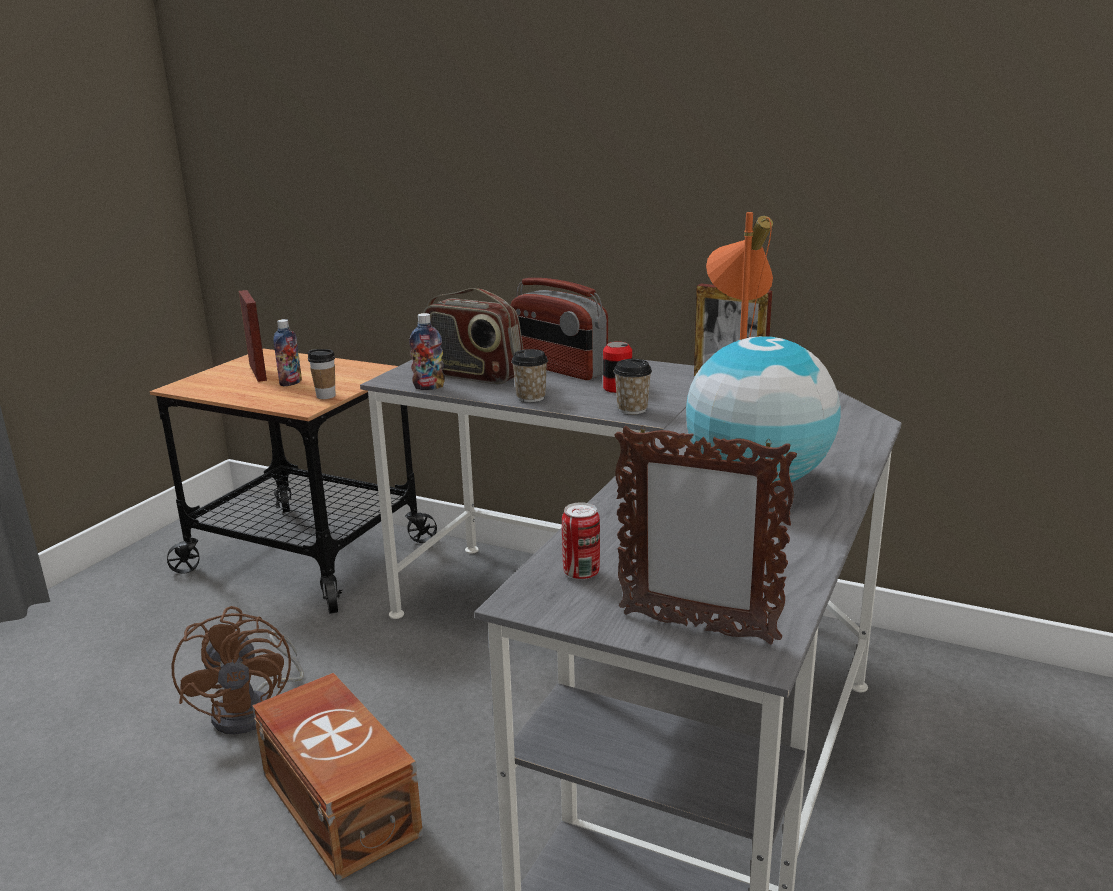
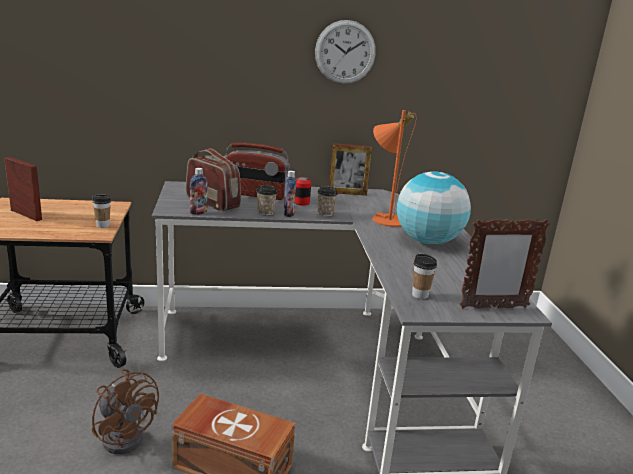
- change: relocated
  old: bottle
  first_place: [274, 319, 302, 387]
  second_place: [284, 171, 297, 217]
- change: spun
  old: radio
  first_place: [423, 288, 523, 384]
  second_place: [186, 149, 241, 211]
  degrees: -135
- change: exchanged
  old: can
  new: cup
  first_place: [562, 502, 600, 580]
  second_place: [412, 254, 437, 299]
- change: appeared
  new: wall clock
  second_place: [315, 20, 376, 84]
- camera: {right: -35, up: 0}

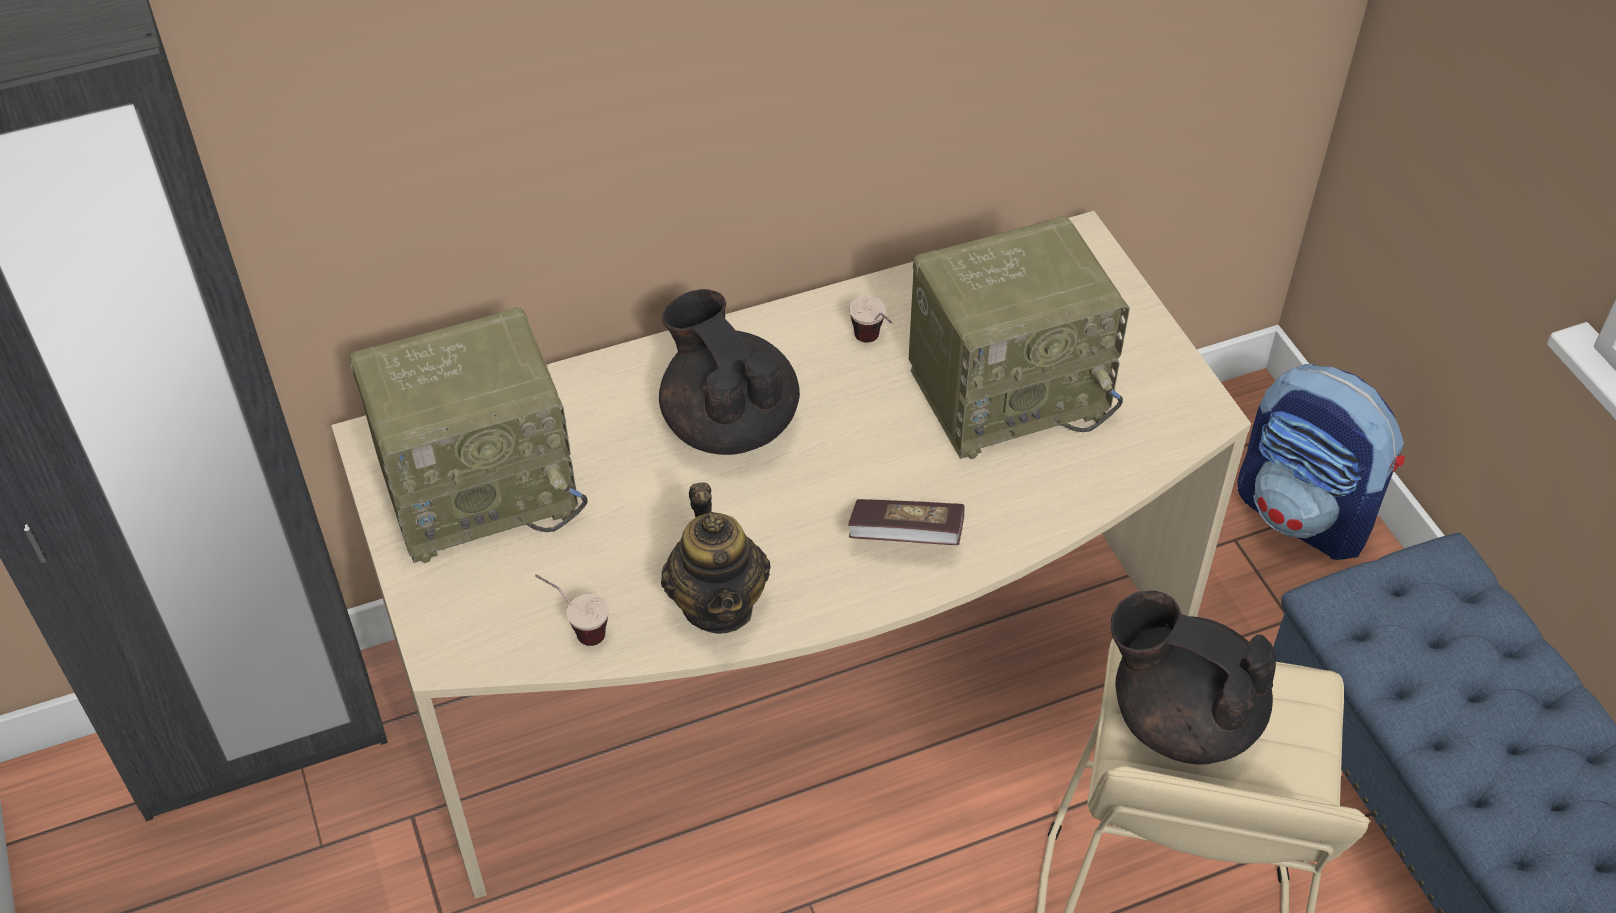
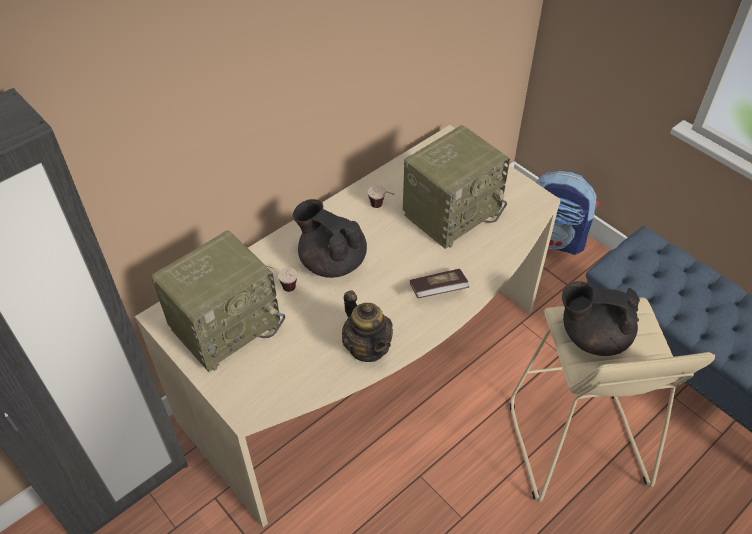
- change: relocated
  old: cup
  first_place: [535, 575, 609, 646]
  second_place: [267, 266, 297, 292]
- camera: {right: -20, up: 0}

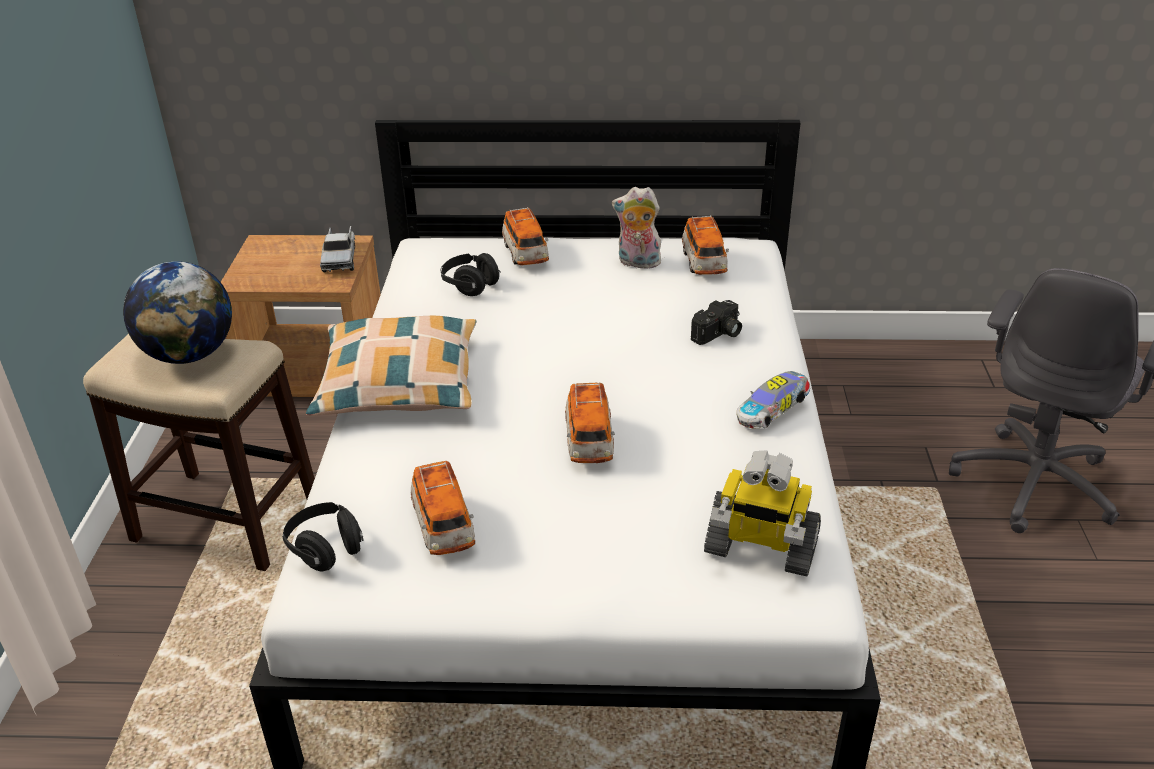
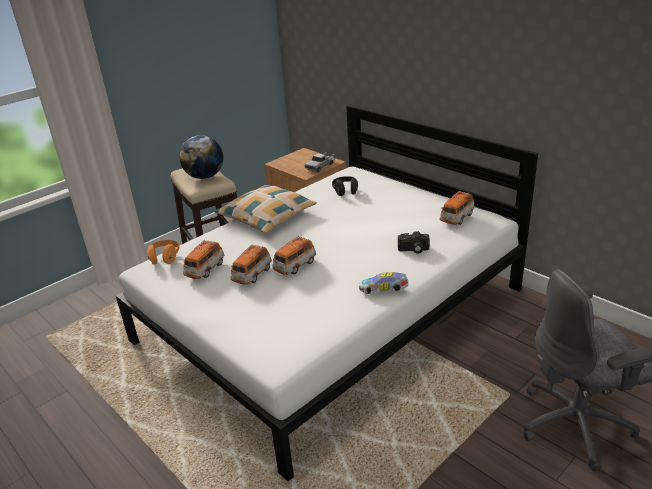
- change: colour
  old: black headphones
  new: orange headphones
  first_place: [282, 502, 364, 571]
  second_place: [148, 240, 179, 265]
- change: relocated
  old: toy car
  first_place: [502, 207, 549, 266]
  second_place: [231, 245, 271, 284]
- change: missing
  old: plush toy
  first_place: [612, 187, 661, 271]
- change: missing
  old: toy robot
  first_place: [704, 450, 821, 577]
- camera: {right: 45, up: -5}

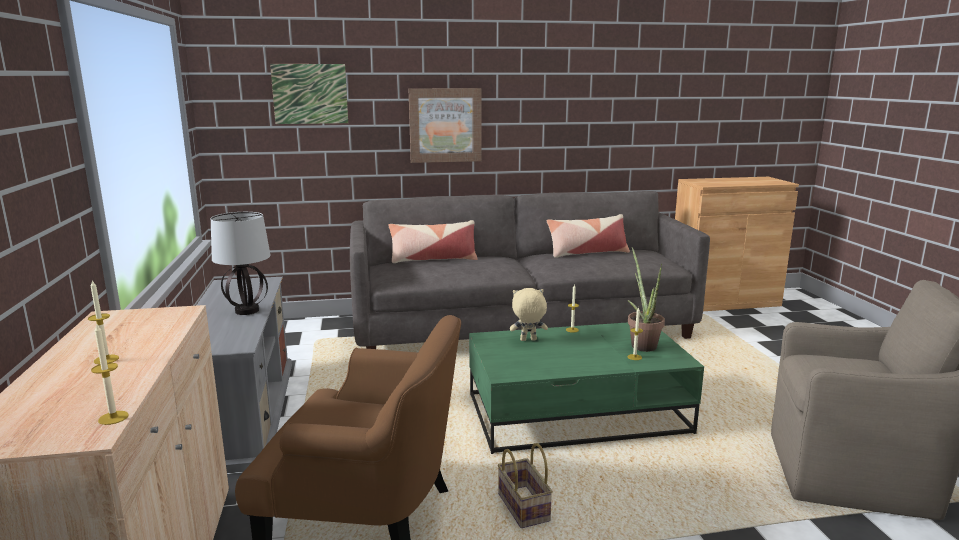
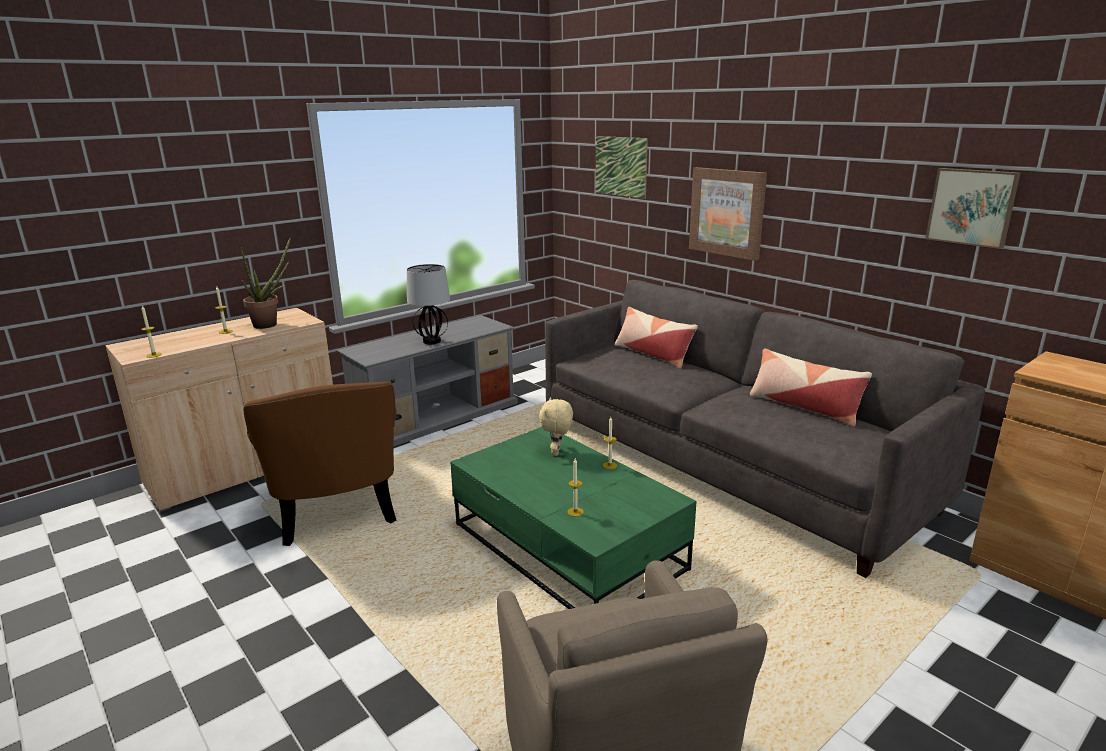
- change: missing
  old: basket
  first_place: [498, 443, 553, 528]
- change: spun
  old: beige plush toy
  first_place: [510, 288, 548, 341]
  second_place: [539, 397, 573, 456]
  degrees: -135
- change: relocated
  old: potted plant
  first_place: [627, 247, 665, 352]
  second_place: [241, 237, 291, 329]
- change: appeared
  new: picture
  second_place: [925, 168, 1020, 249]
- camera: {right: 60, up: 5}

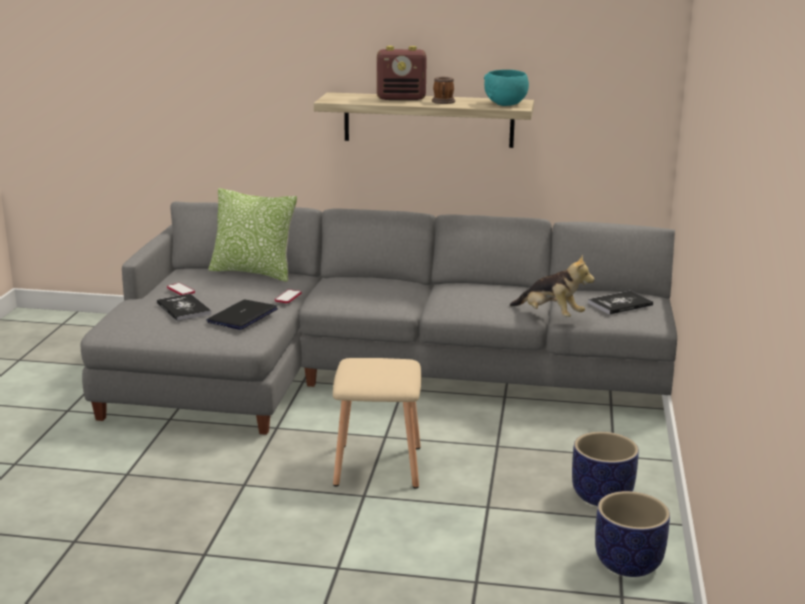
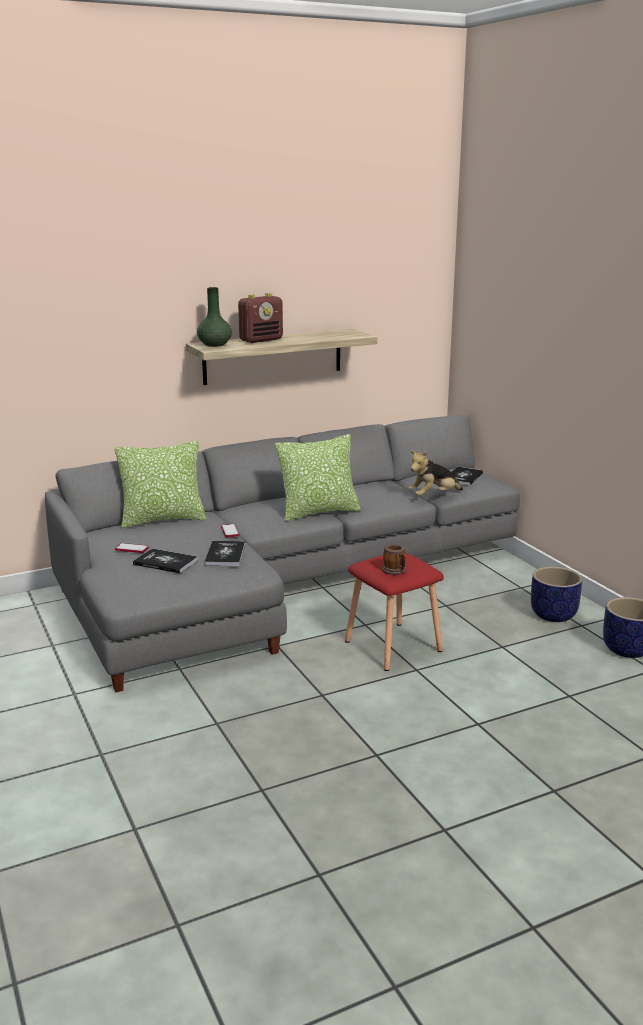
- change: exchanged
  old: laptop
  new: book
  first_place: [206, 299, 278, 330]
  second_place: [204, 541, 245, 566]
- change: colour
  old: beige stool
  new: red stool
  first_place: [333, 358, 422, 488]
  second_place: [345, 552, 444, 671]
- change: relocated
  old: mug
  first_place: [432, 77, 455, 104]
  second_place: [382, 544, 406, 575]
- change: missing
  old: turquoise bowl
  first_place: [483, 70, 529, 106]
- change: spun
  old: plush toy
  first_place: [510, 255, 595, 317]
  second_place: [408, 450, 463, 496]
  degrees: 150
- change: appeared
  new: green vase
  second_place: [197, 287, 232, 347]
- change: appeared
  new: pillow
  second_place: [275, 434, 361, 522]
- camera: {right: -35, up: 0}

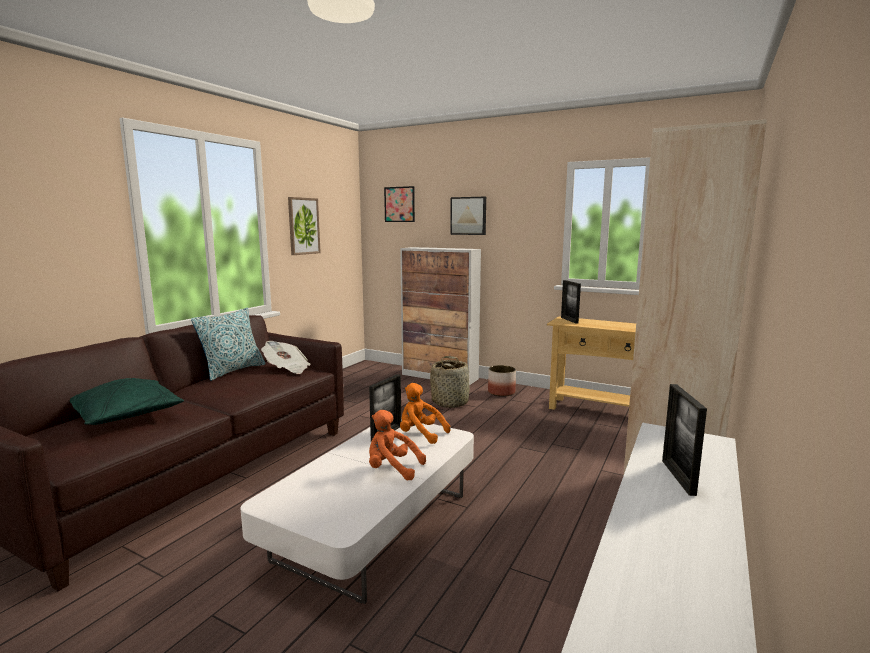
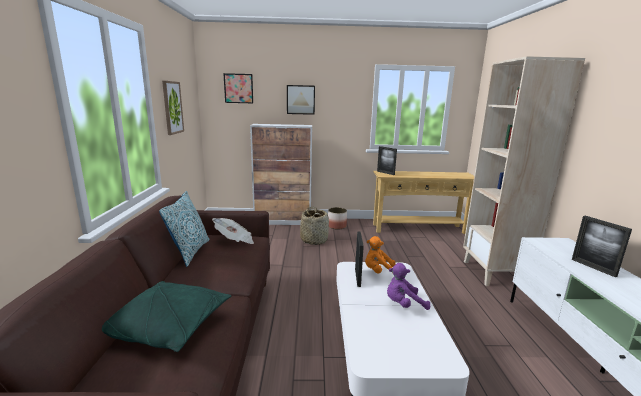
- change: colour
  old: orange plush toy
  new: purple plush toy
  first_place: [369, 410, 426, 480]
  second_place: [387, 263, 430, 310]
- camera: {right: -30, up: 5}

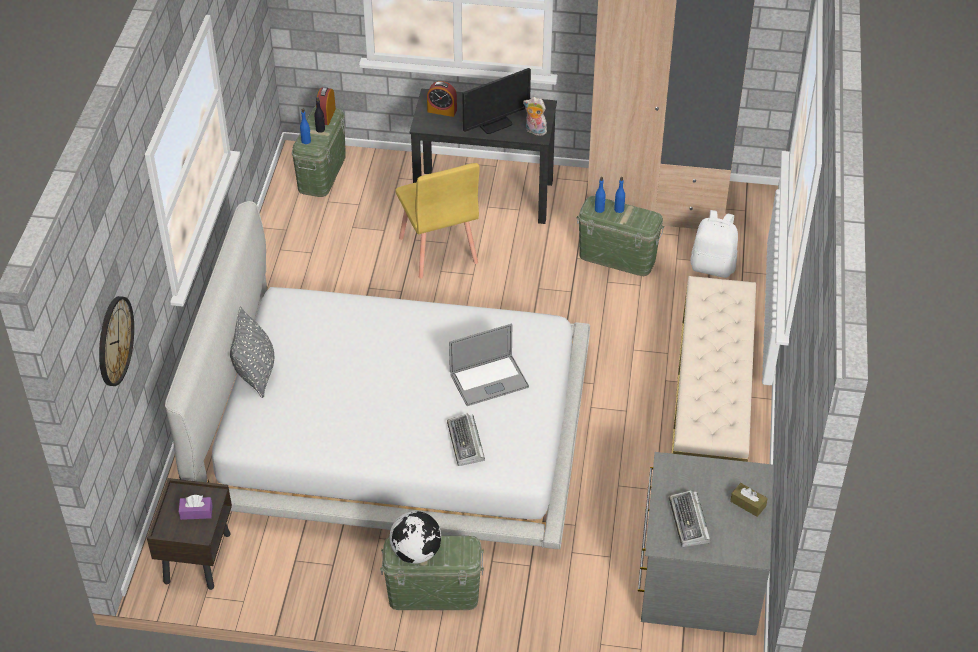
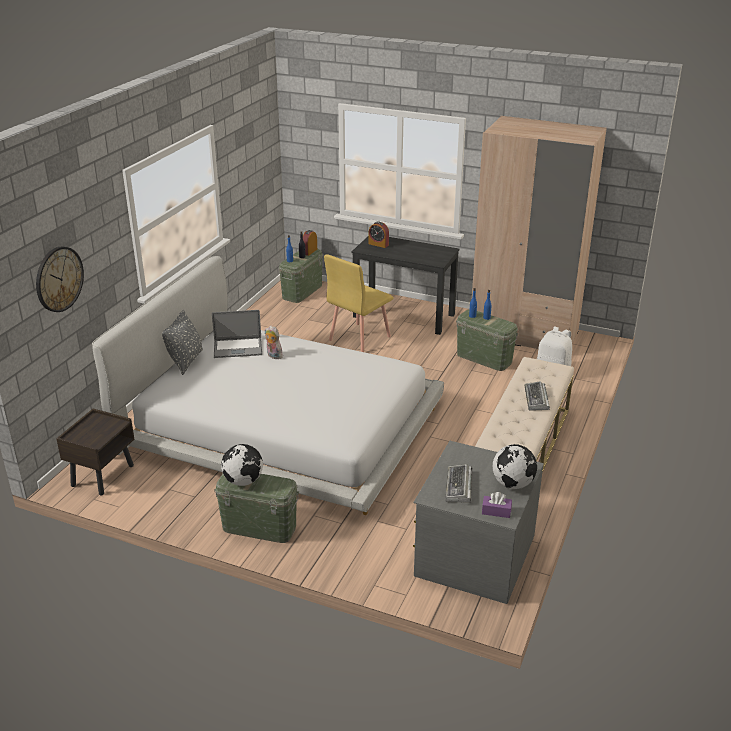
- change: relocated
  old: purple tissue box
  first_place: [179, 495, 213, 520]
  second_place: [482, 492, 512, 518]
- change: spun
  old: yellow chair
  first_place: [395, 163, 480, 279]
  second_place: [324, 254, 394, 352]
  degrees: 45
- change: relocated
  old: keyboard
  first_place: [447, 414, 485, 466]
  second_place: [525, 381, 550, 411]
- change: relocated
  old: laptop
  first_place: [449, 324, 529, 406]
  second_place: [212, 310, 262, 358]
- change: missing
  old: monitor
  first_place: [462, 68, 531, 134]
- change: relocated
  old: plush toy
  first_place: [523, 97, 547, 136]
  second_place: [265, 325, 283, 359]
- change: exchanged
  old: brown tissue box
  new: globe
  first_place: [730, 483, 768, 517]
  second_place: [492, 444, 537, 489]
- camera: {right: 15, up: -15}

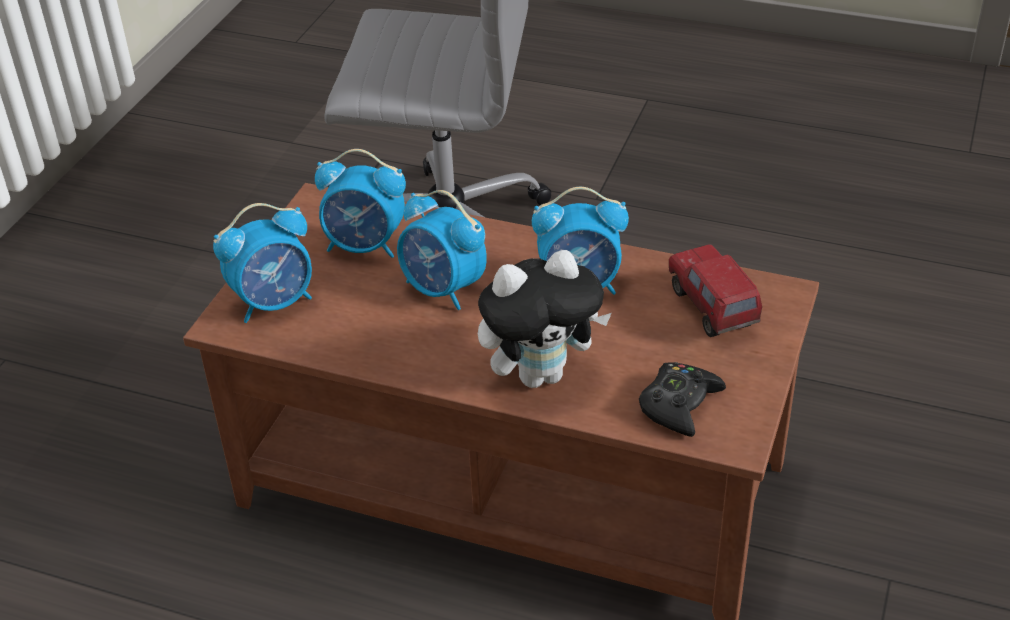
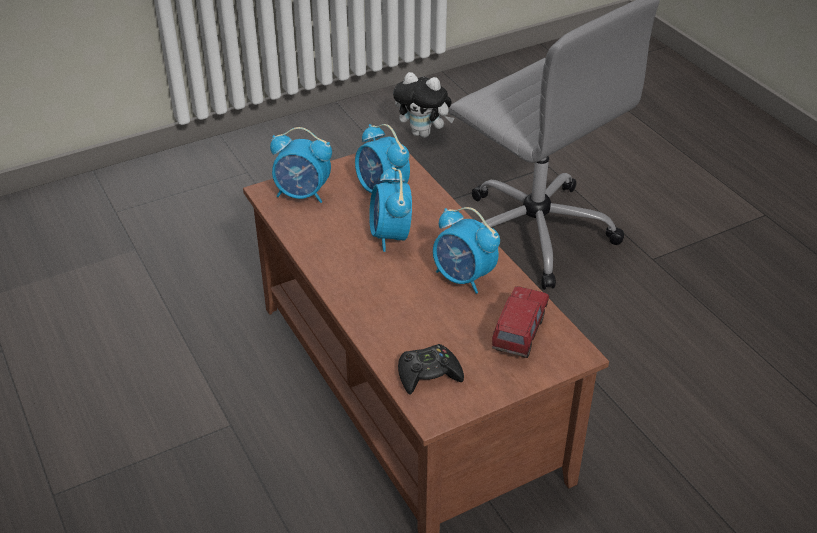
- change: relocated
  old: plush toy
  first_place: [478, 250, 611, 388]
  second_place: [393, 72, 454, 138]
- camera: {right: 40, up: 0}

